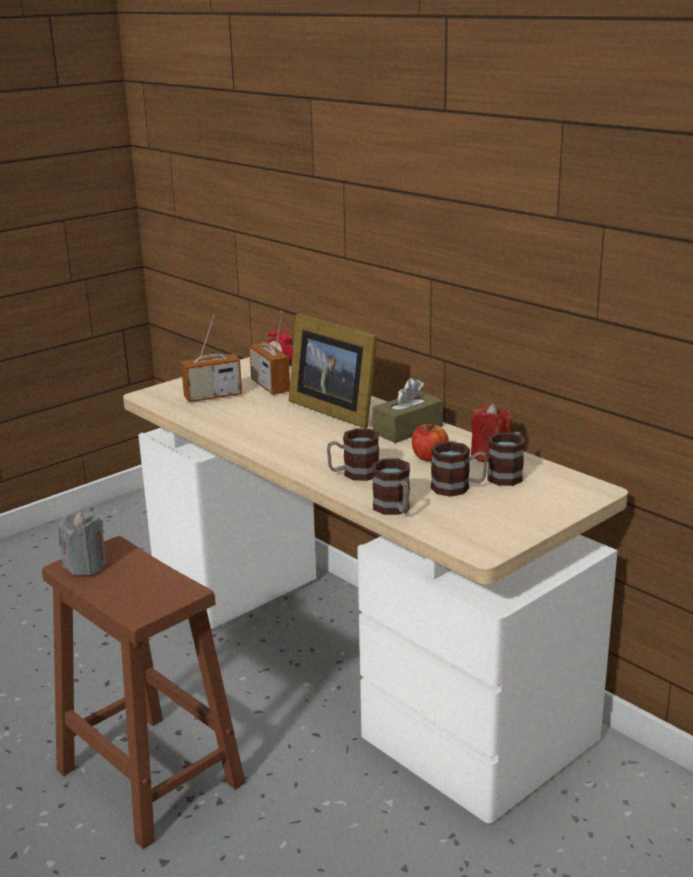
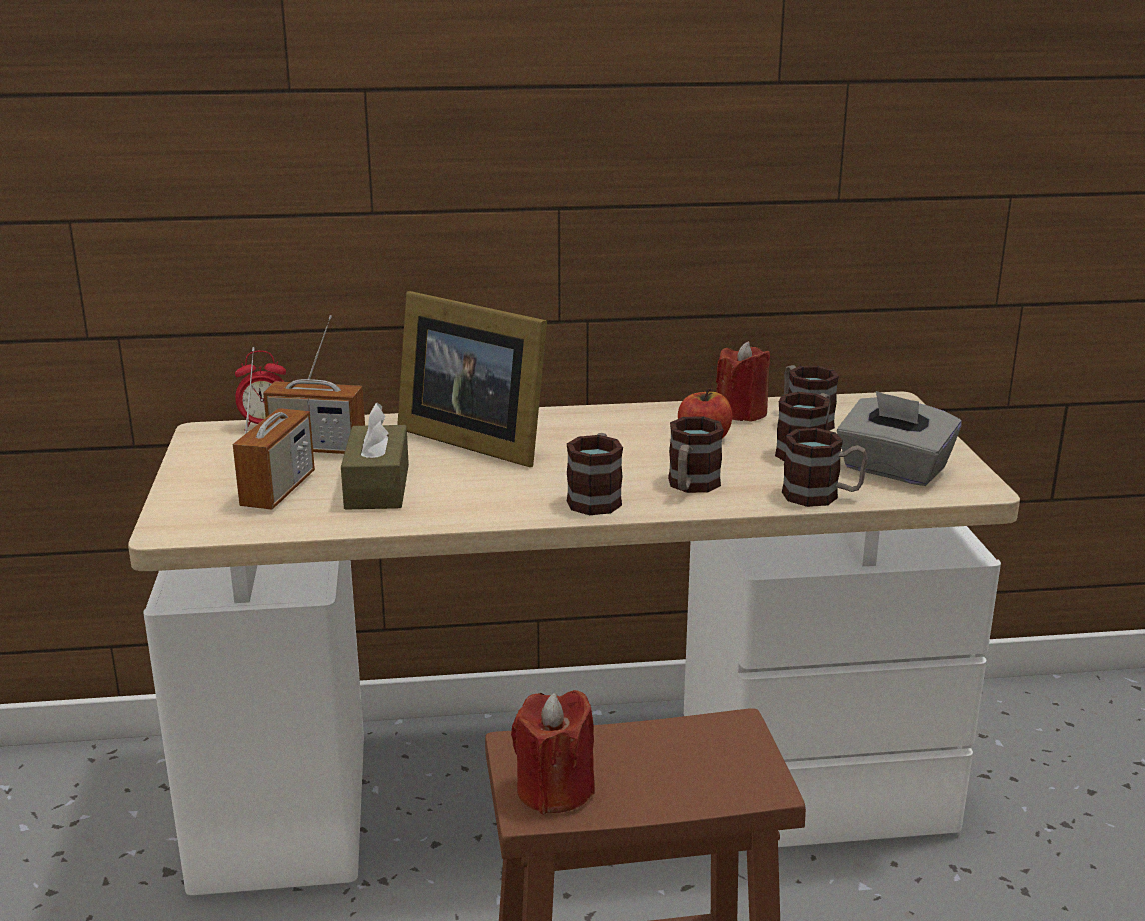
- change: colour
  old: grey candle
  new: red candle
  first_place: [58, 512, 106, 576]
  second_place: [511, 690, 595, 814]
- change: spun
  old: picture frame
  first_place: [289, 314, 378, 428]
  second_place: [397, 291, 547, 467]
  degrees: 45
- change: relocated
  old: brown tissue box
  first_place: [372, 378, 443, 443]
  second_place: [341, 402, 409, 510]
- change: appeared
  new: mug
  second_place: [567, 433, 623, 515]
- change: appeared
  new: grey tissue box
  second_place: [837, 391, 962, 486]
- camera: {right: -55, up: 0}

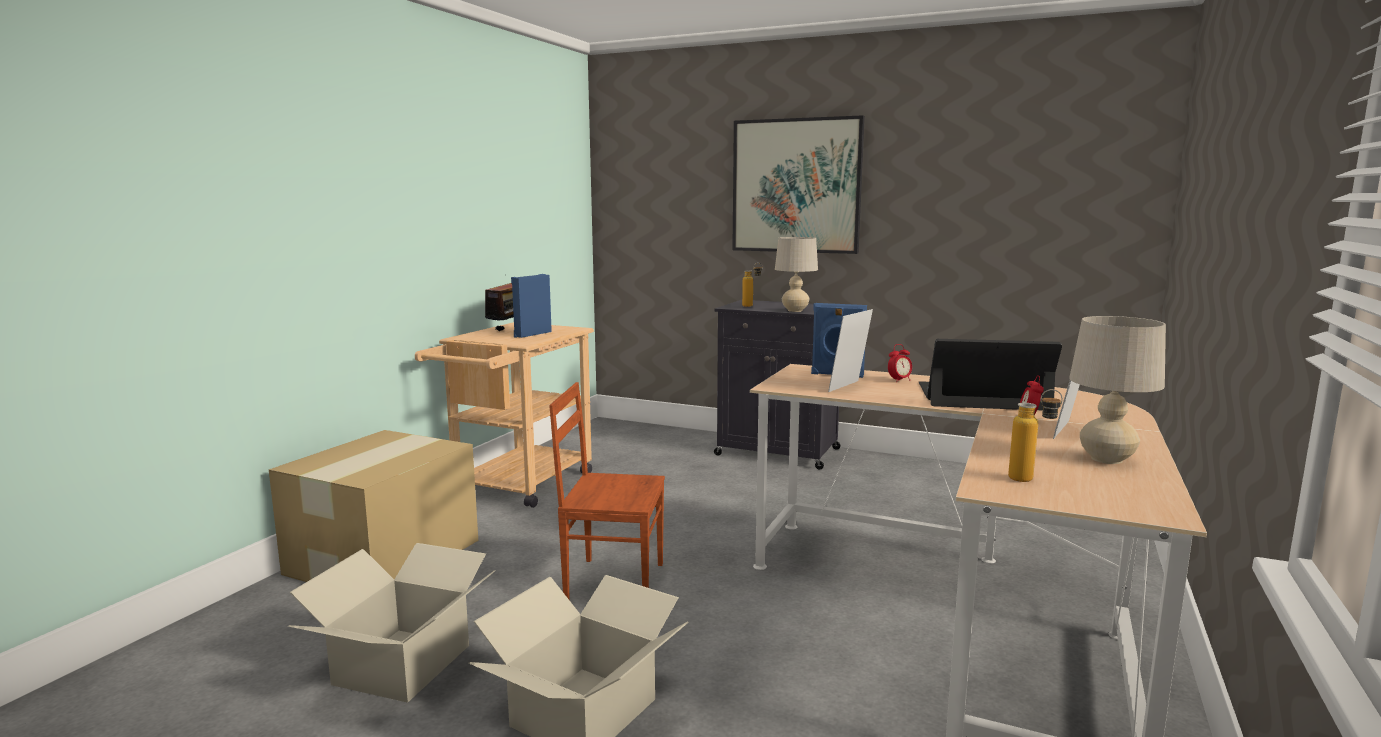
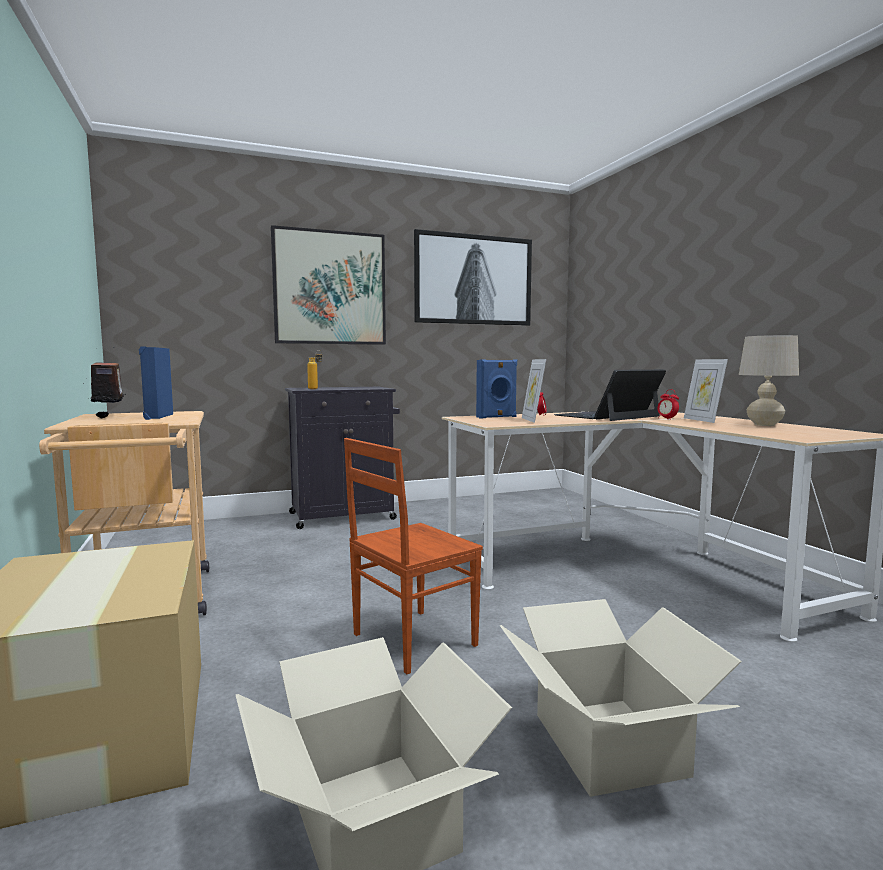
- change: missing
  old: beige table lamp
  first_place: [775, 237, 818, 312]
- change: missing
  old: bottle
  first_place: [1008, 389, 1063, 482]
- change: appeared
  new: picture
  second_place: [414, 229, 532, 326]
- camera: {right: -45, up: -5}

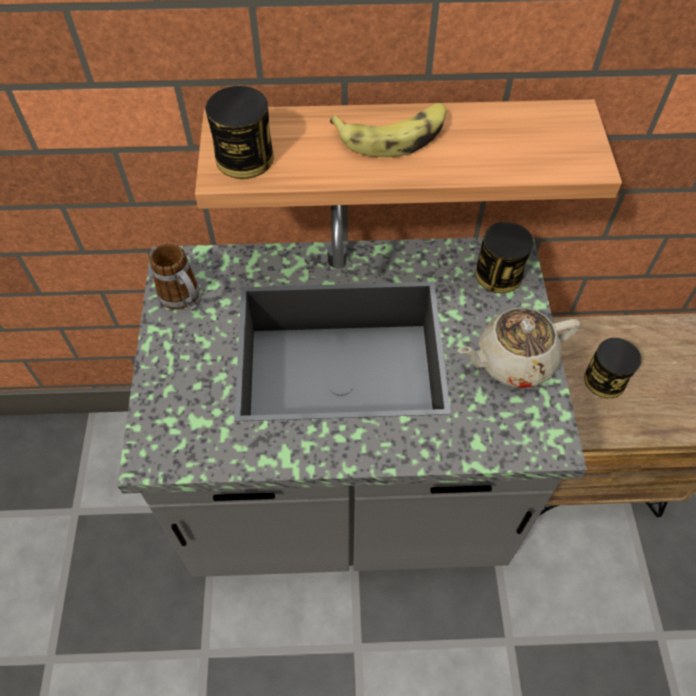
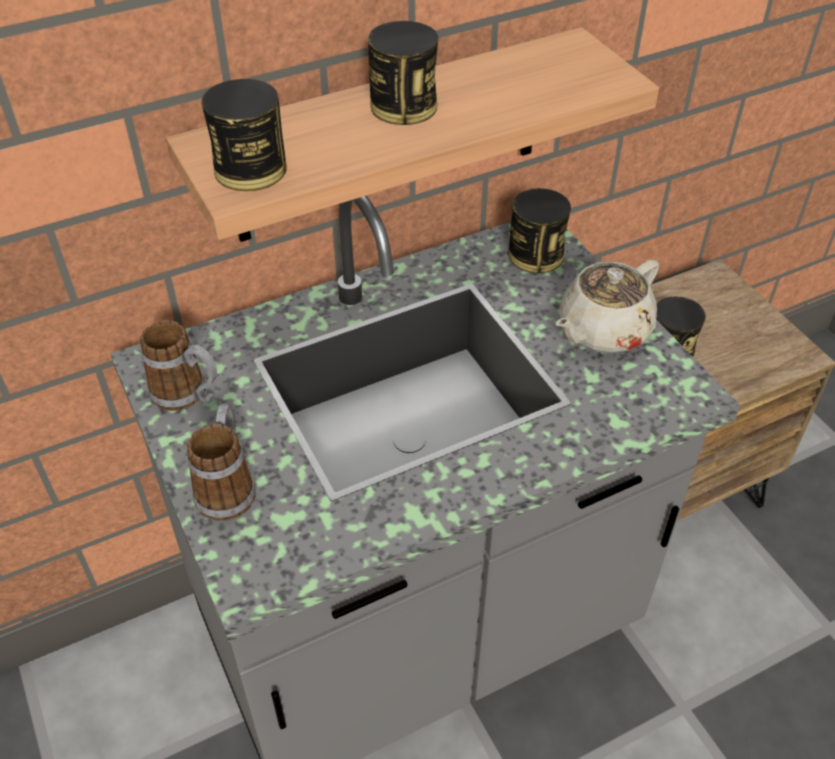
- change: exchanged
  old: banana
  new: can
  first_place: [330, 103, 447, 157]
  second_place: [368, 21, 438, 125]
- change: appeared
  new: mug
  second_place: [187, 404, 256, 521]
- camera: {right: -25, up: -10}

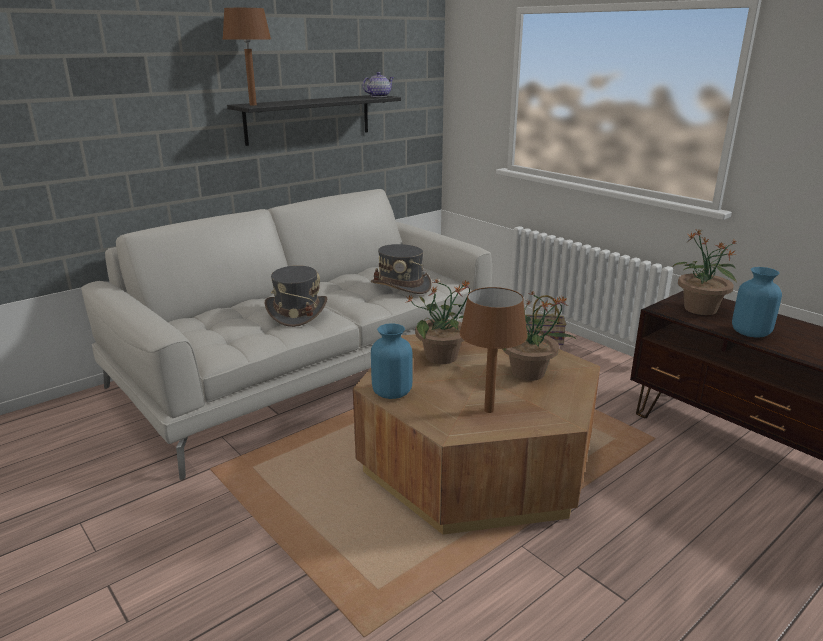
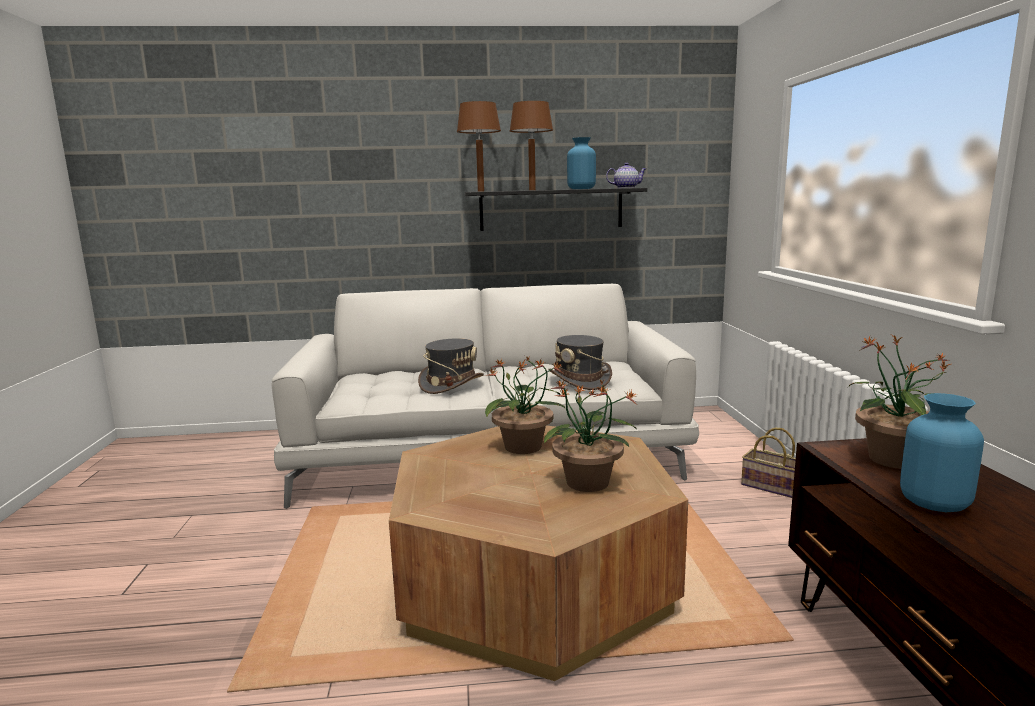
- change: relocated
  old: blue vase
  first_place: [371, 323, 413, 399]
  second_place: [567, 137, 596, 189]
- change: relocated
  old: brown table lamp
  first_place: [460, 287, 527, 413]
  second_place: [510, 101, 553, 190]
- camera: {right: 35, up: -10}

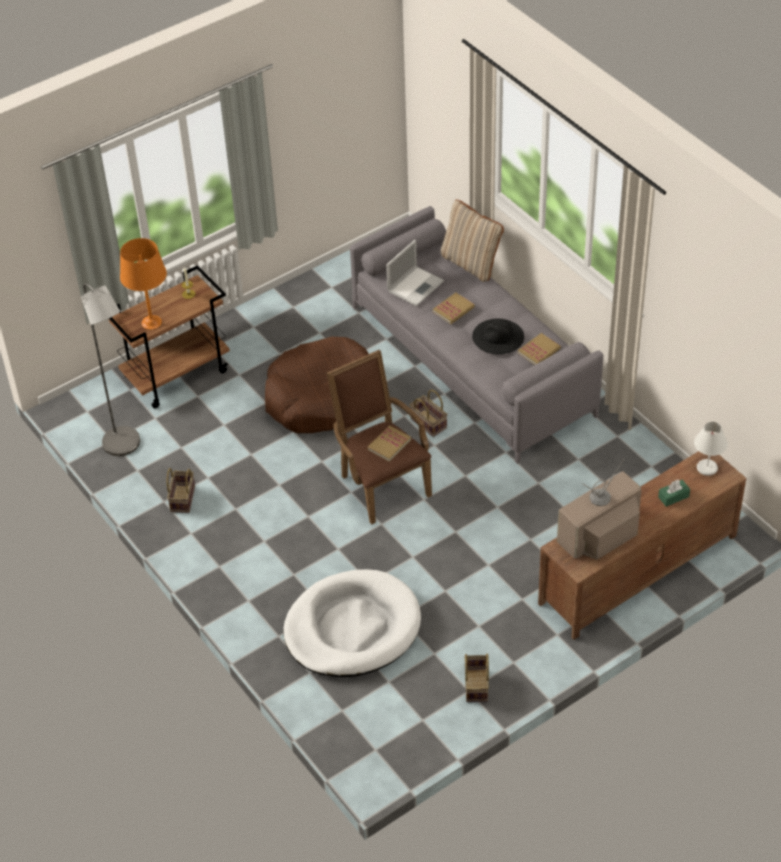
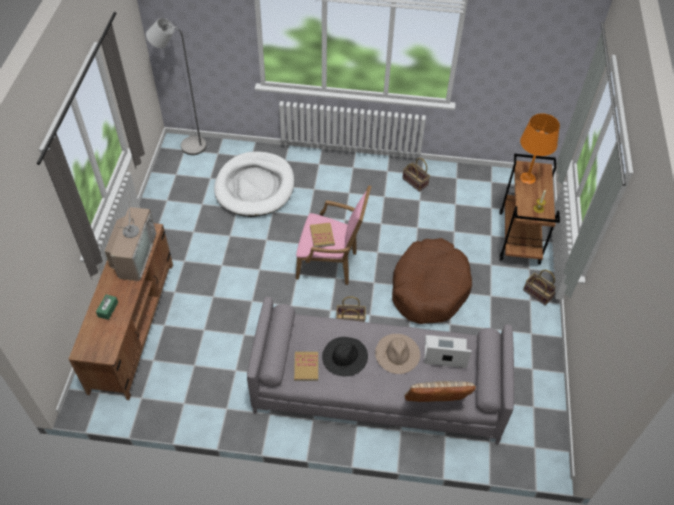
- change: relocated
  old: grey floor lamp
  first_place: [81, 283, 140, 456]
  second_place: [146, 18, 207, 155]
- change: colour
  old: brown armchair
  new: pink armchair
  first_place: [327, 350, 432, 524]
  second_place: [296, 185, 371, 285]
- change: spun
  old: laptop
  first_place: [386, 240, 444, 306]
  second_place: [424, 335, 471, 368]
  degrees: 105
- change: exchanged
  old: book
  new: beige hat
  first_place: [433, 293, 475, 324]
  second_place: [375, 334, 420, 374]
- change: relocated
  old: basket
  first_place: [465, 654, 489, 702]
  second_place: [523, 270, 556, 306]
- change: missing
  old: white table lamp
  first_place: [694, 422, 728, 476]
- camera: {right: 130, up: 5}

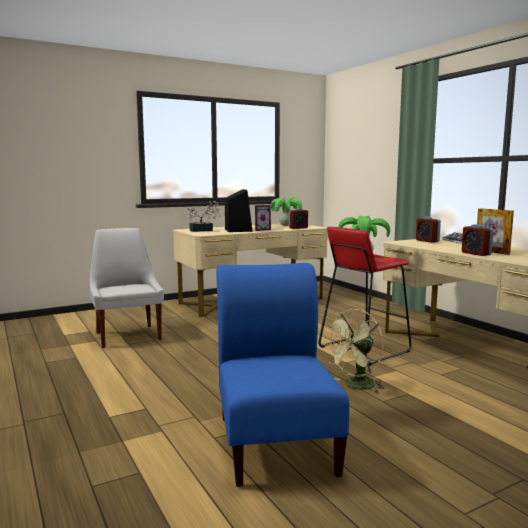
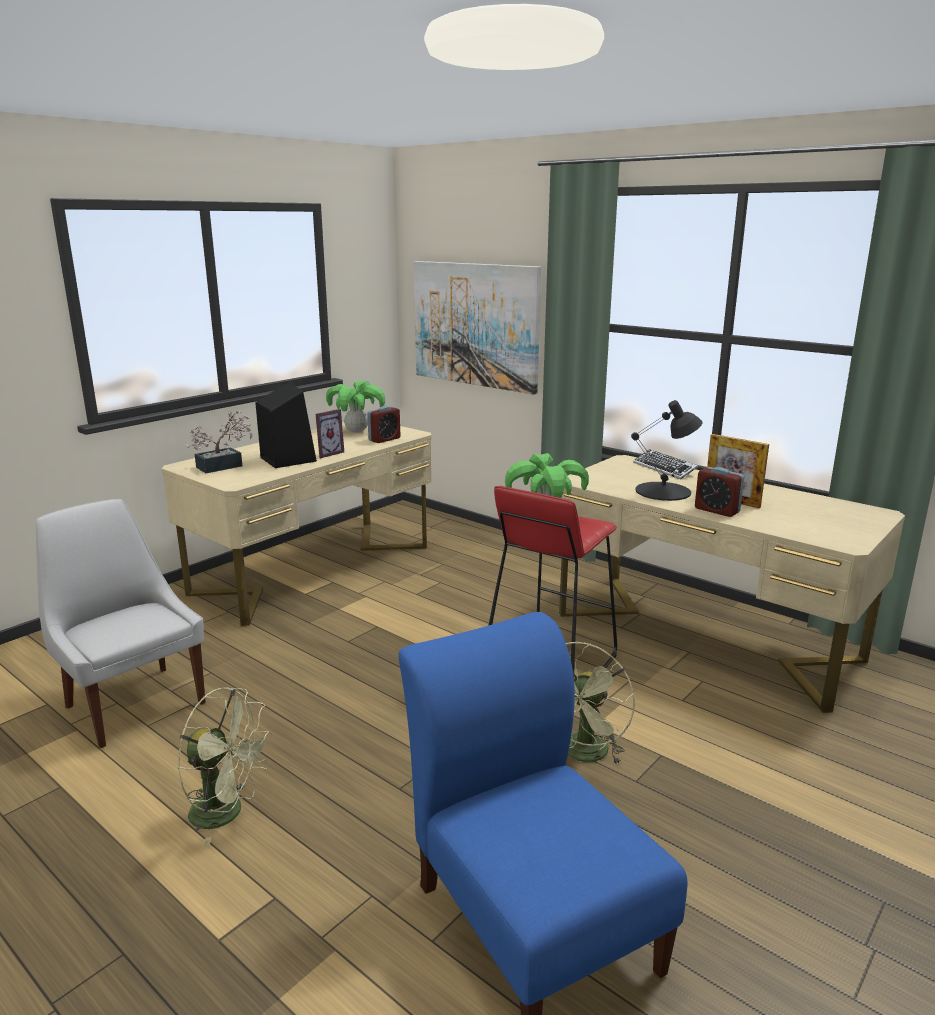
- change: missing
  old: alarm clock
  first_place: [416, 216, 441, 243]
- change: appeared
  new: green fan
  second_place: [178, 687, 272, 847]
- change: appeared
  new: picture
  second_place: [414, 261, 541, 394]
- change: appeared
  new: black table lamp
  second_place: [631, 400, 703, 501]
- camera: {right: -20, up: 10}

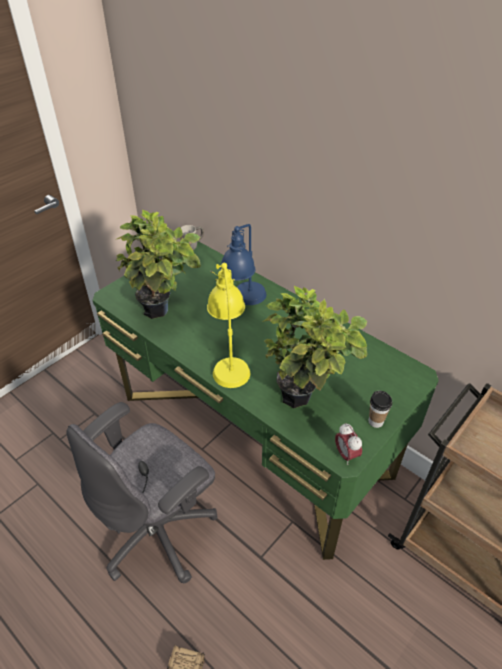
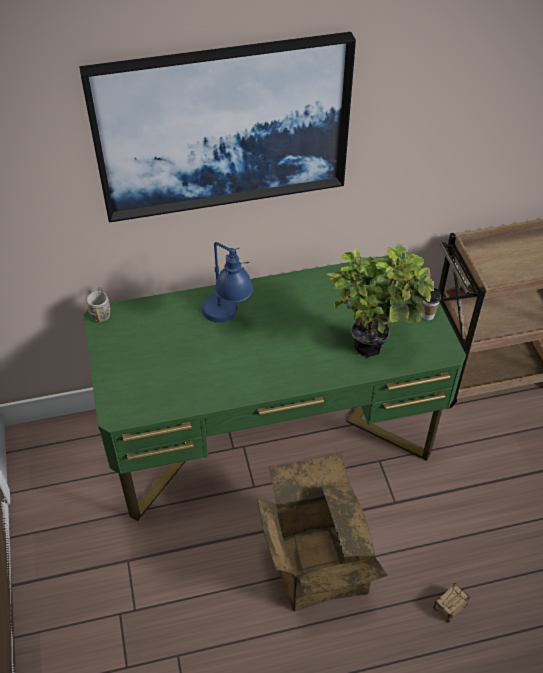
- change: exchanged
  old: grey office chair
  new: cardboard box
  first_place: [66, 402, 218, 583]
  second_place: [257, 452, 388, 611]
- change: missing
  old: potted plant
  first_place: [115, 209, 201, 319]
- change: missing
  old: yellow table lamp
  first_place: [207, 263, 250, 388]
- change: missing
  old: alarm clock
  first_place: [335, 423, 362, 465]
- change: appeared
  new: picture
  second_place: [79, 32, 356, 222]
- camera: {right: -55, up: 5}

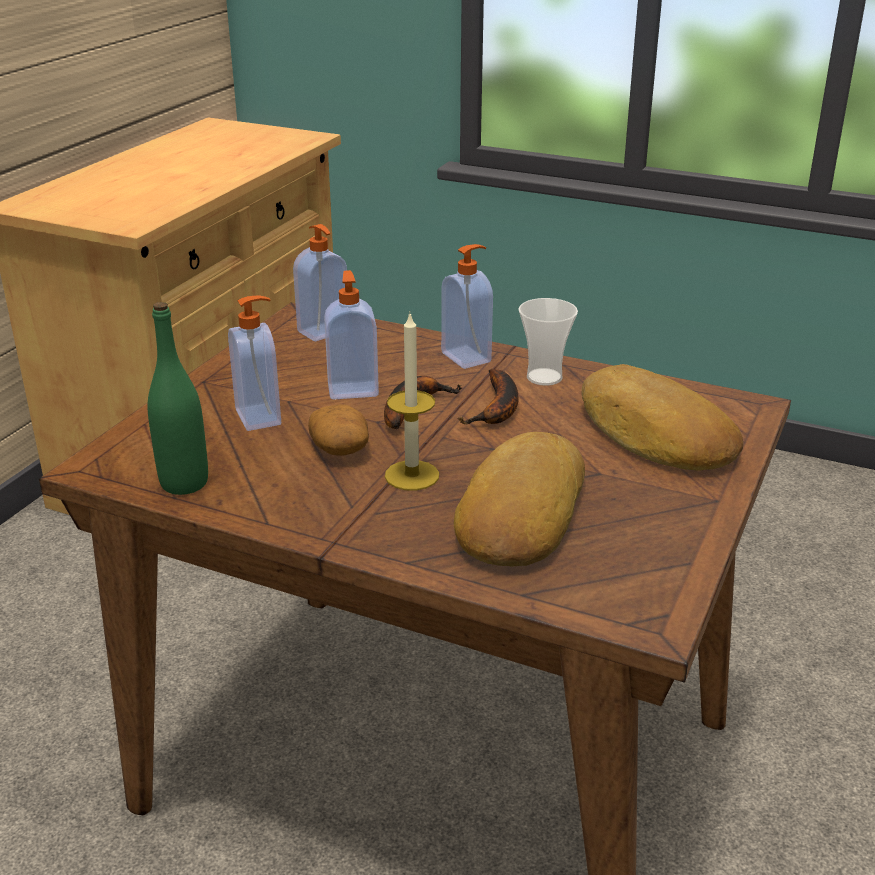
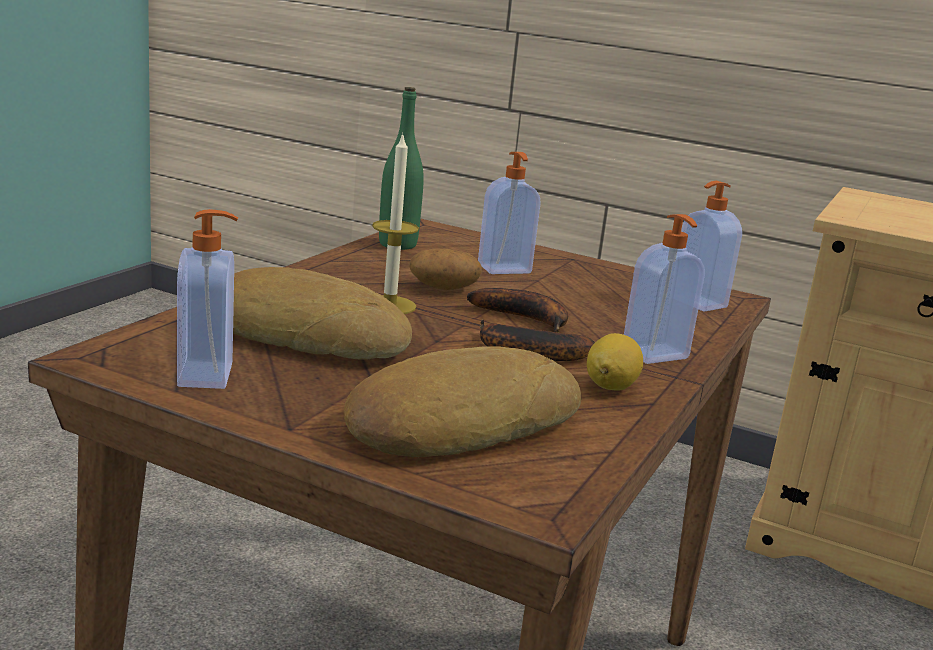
- change: relocated
  old: soap dispenser
  first_place: [324, 270, 379, 400]
  second_place: [177, 209, 238, 389]
- change: exchanged
  old: cup
  new: lemon
  first_place: [519, 298, 578, 386]
  second_place: [587, 333, 643, 391]
- camera: {right: 90, up: -10}

